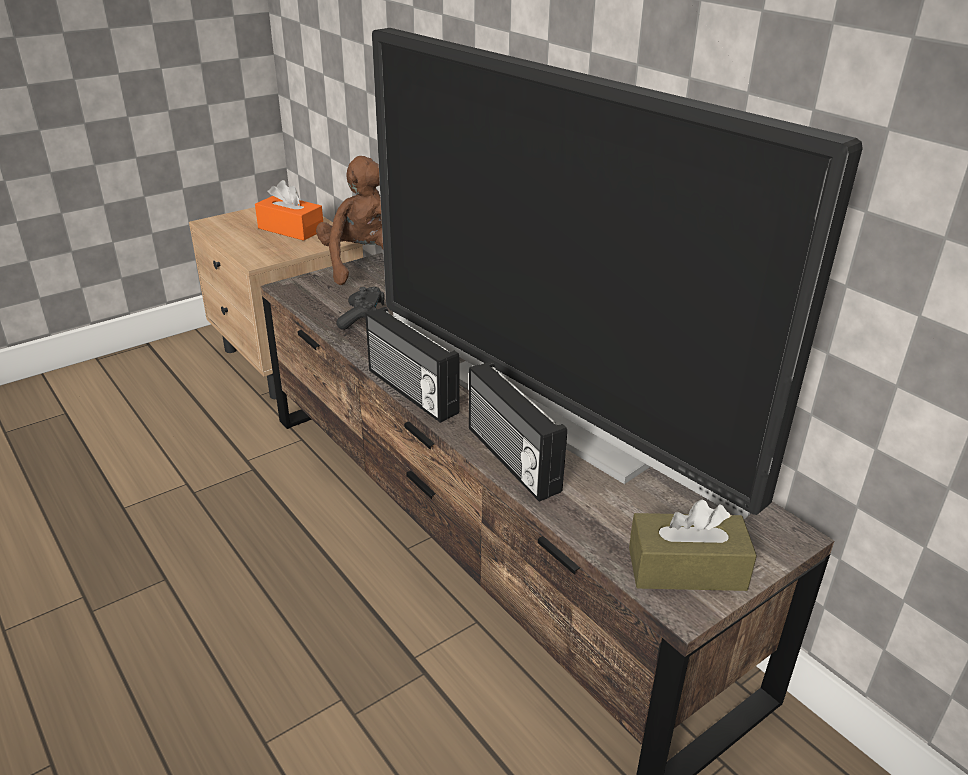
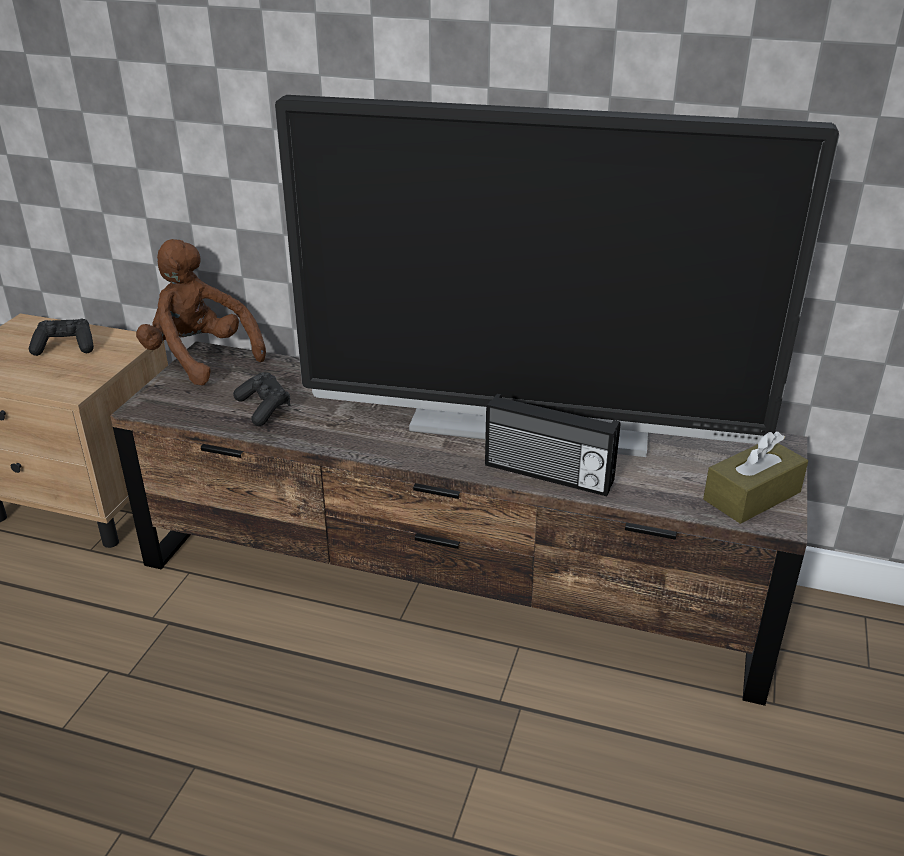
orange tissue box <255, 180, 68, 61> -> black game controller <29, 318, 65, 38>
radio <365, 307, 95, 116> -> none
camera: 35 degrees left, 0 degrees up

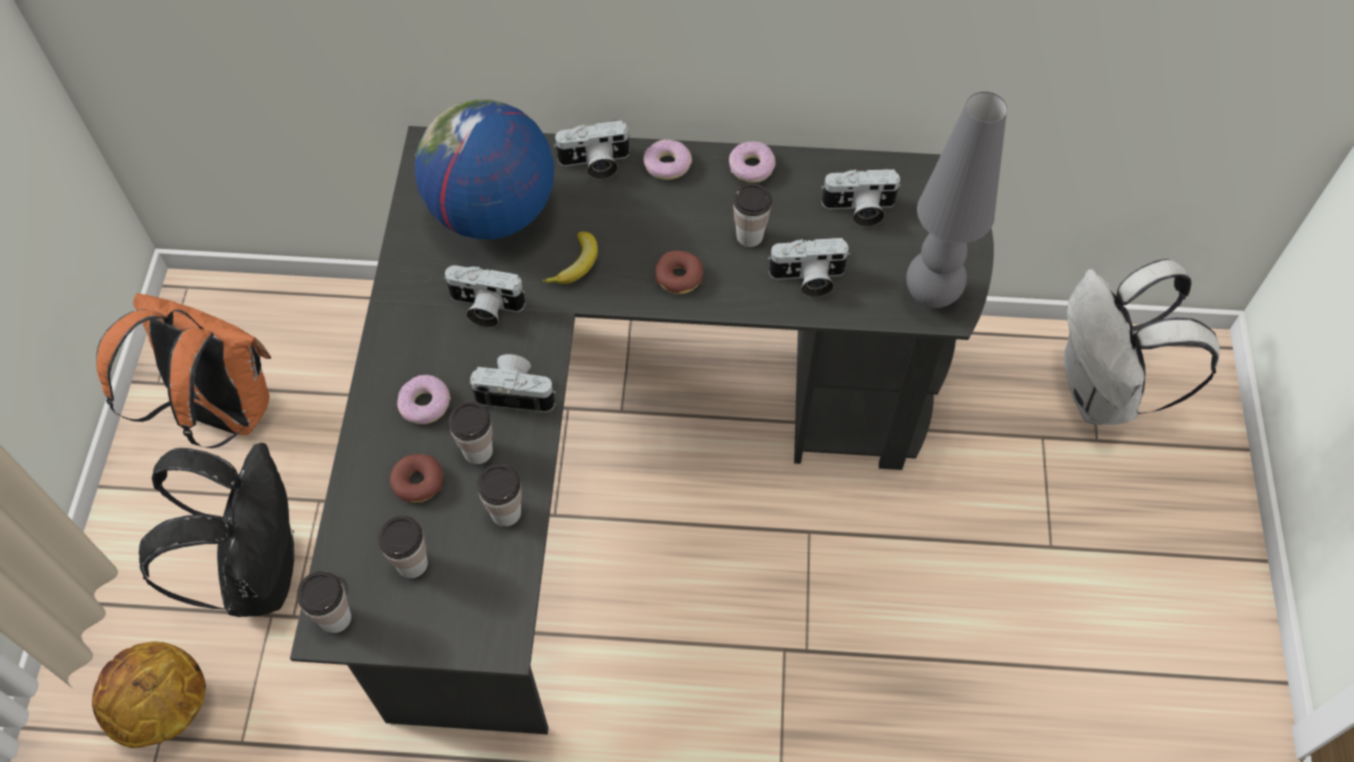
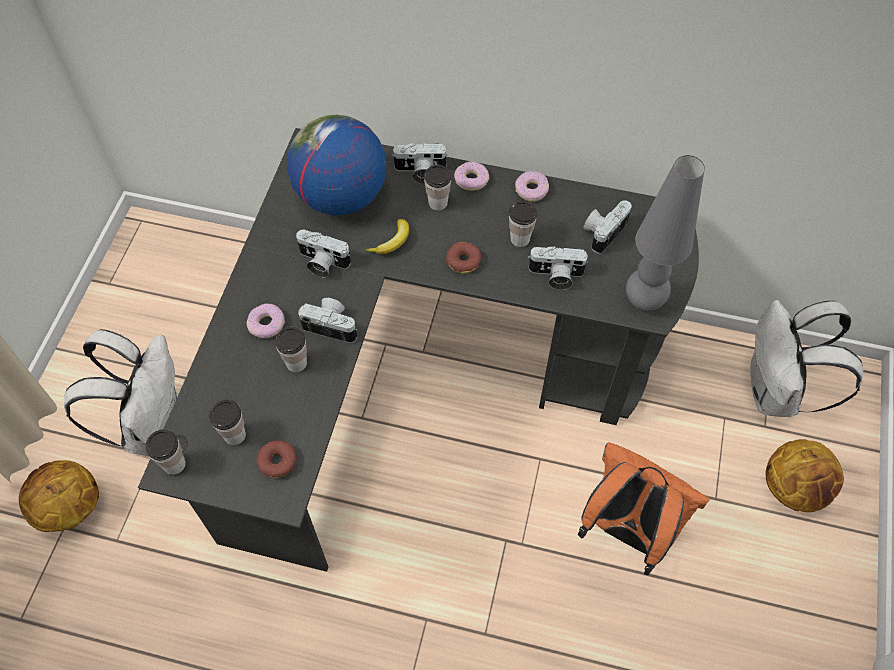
orange backpack <96, 293, 175, 155> -> orange backpack <578, 442, 132, 133>, move
black backpack <139, 443, 156, 174> -> white backpack <64, 329, 113, 126>
donut <390, 454, 54, 49> -> donut <257, 440, 40, 38>, move
cup <477, 464, 45, 63> -> cup <424, 165, 27, 46>, move
photo camera <821, 168, 80, 59> -> photo camera <583, 200, 49, 54>, 120 degrees clockwise
none -> basketball <766, 439, 78, 73>
camera: 10 degrees right, 0 degrees up

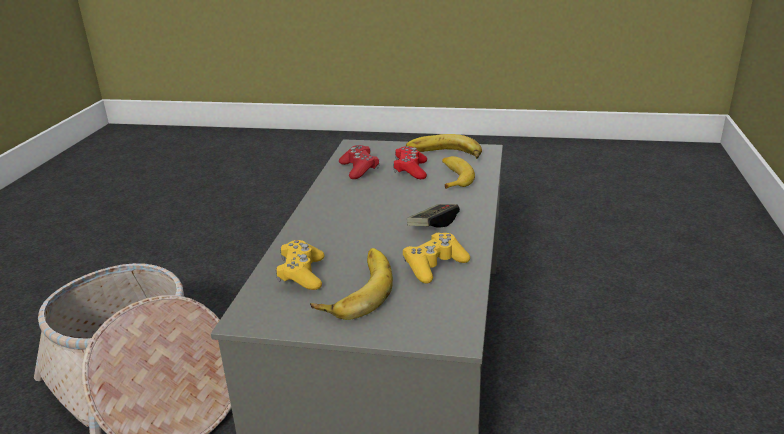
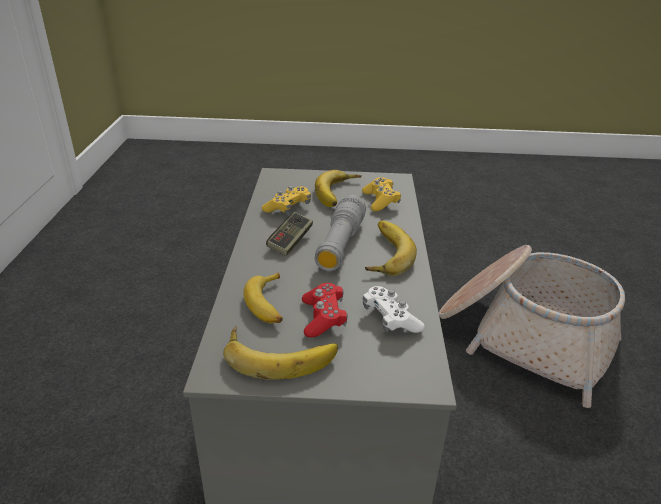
red game controller <339, 145, 40, 34> -> white game controller <363, 286, 62, 47>
none -> grey flashlight <315, 195, 51, 76>
none -> banana <365, 221, 52, 55>
camera: 170 degrees right, 5 degrees up

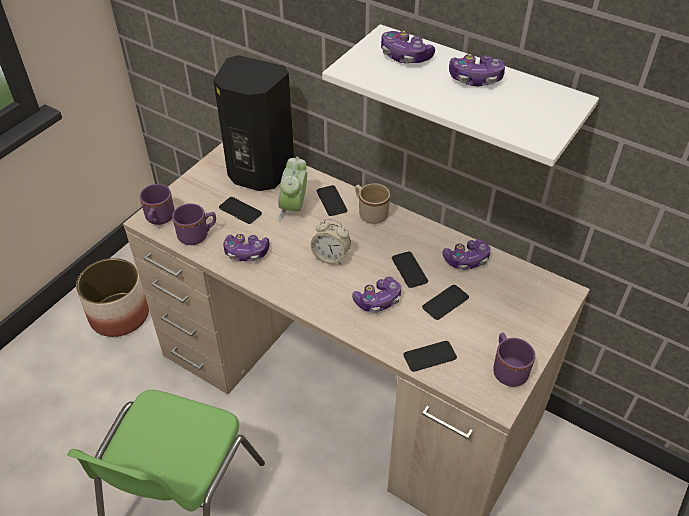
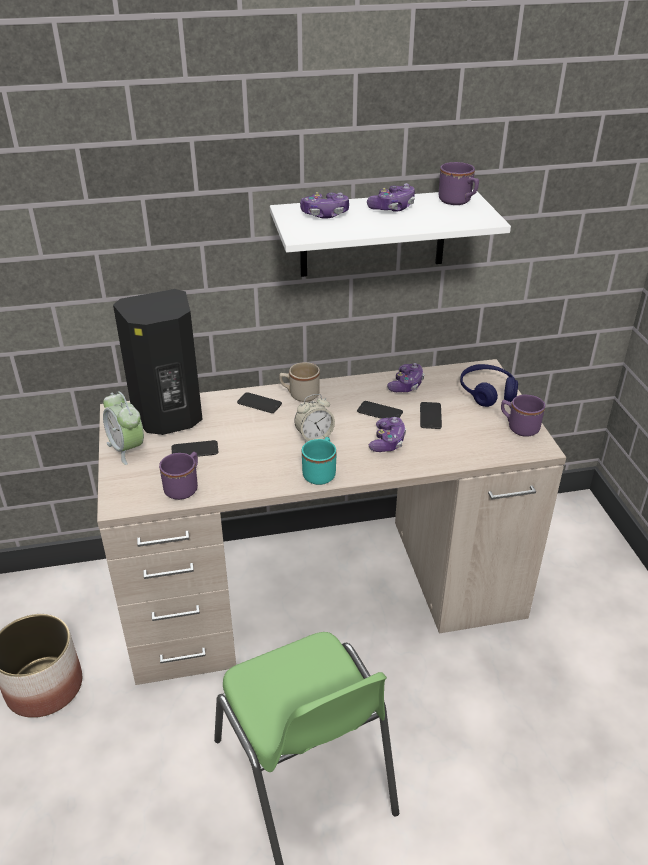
purple mug <140, 184, 35, 41> -> purple mug <439, 162, 40, 43>, move
game controller <223, 234, 47, 28> -> none
alarm clock <278, 157, 29, 65> -> alarm clock <103, 391, 41, 74>, move
phone <403, 341, 54, 31> -> none
none -> turquoise mug <302, 437, 34, 48>
none -> blue headphones <460, 364, 58, 43>
camera: 45 degrees left, 10 degrees down

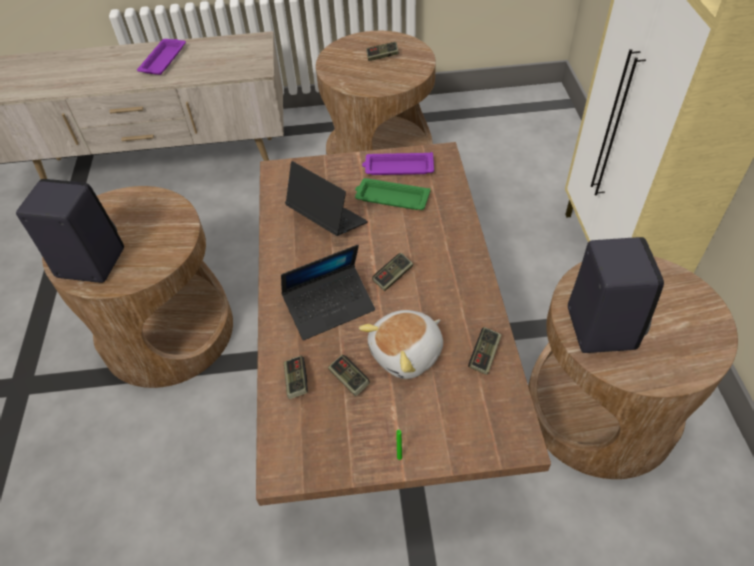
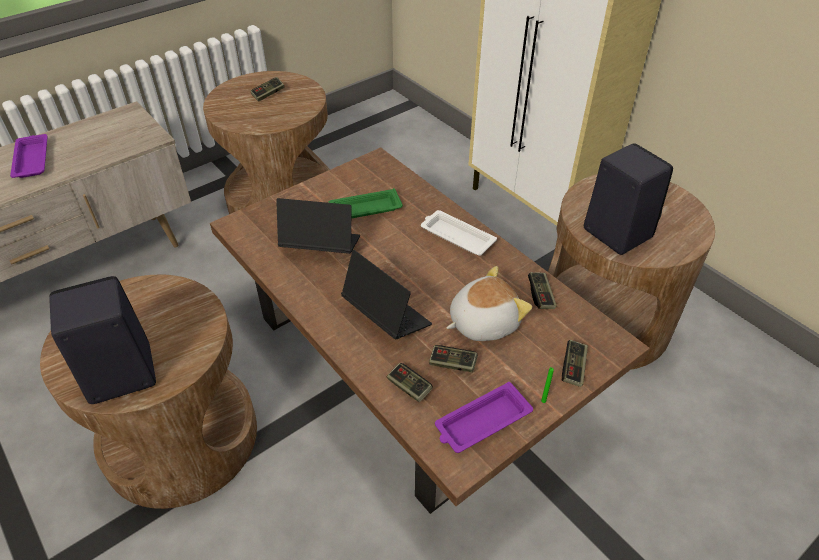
laptop <281, 245, 94, 95> -> laptop <341, 250, 91, 89>, 75 degrees counterclockwise
plush toy <359, 310, 84, 69> -> plush toy <446, 266, 86, 75>, 135 degrees counterclockwise
purple tray <362, 152, 72, 23> -> purple tray <435, 382, 98, 71>, move
game controller <372, 253, 41, 38> -> game controller <562, 340, 26, 47>, move
none -> white tray <421, 210, 76, 46>
camera: 35 degrees left, 5 degrees down

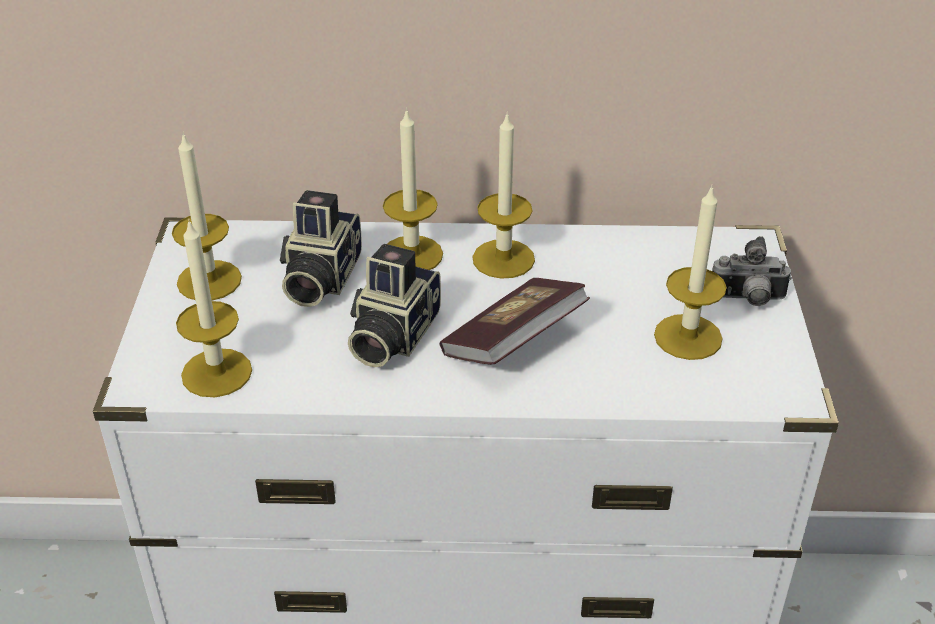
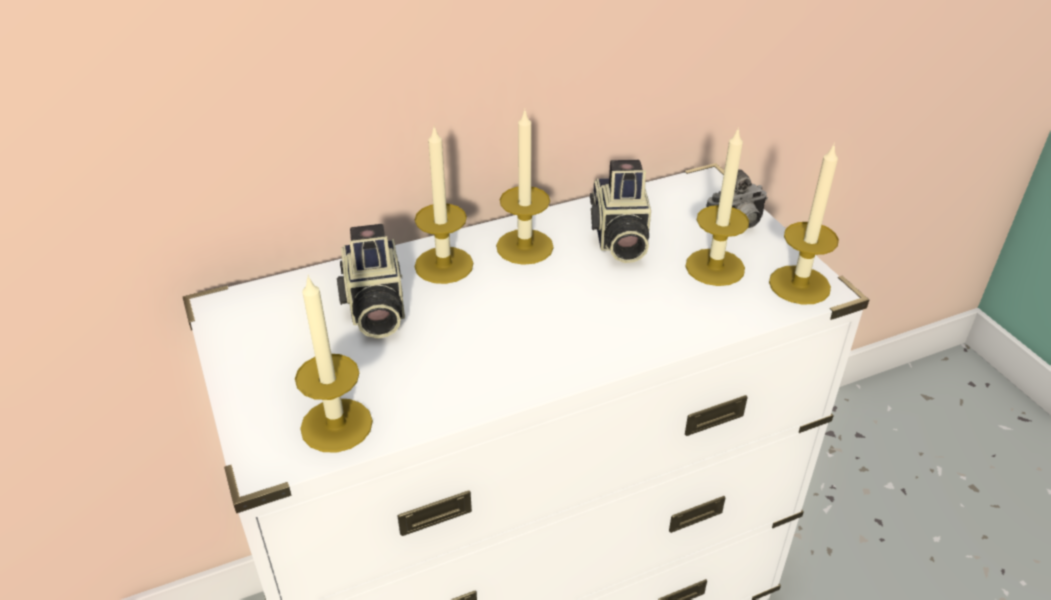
candle <172, 132, 70, 169> -> candle <769, 143, 70, 162>, move
photo camera <348, 244, 93, 123> -> photo camera <590, 160, 61, 103>, move
book <440, 278, 150, 87> -> none
camera: 25 degrees left, 0 degrees up

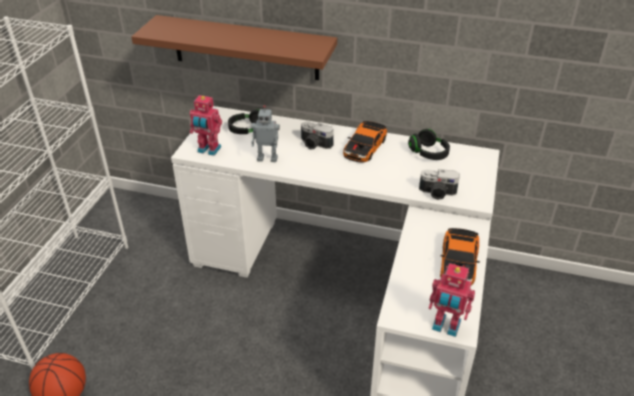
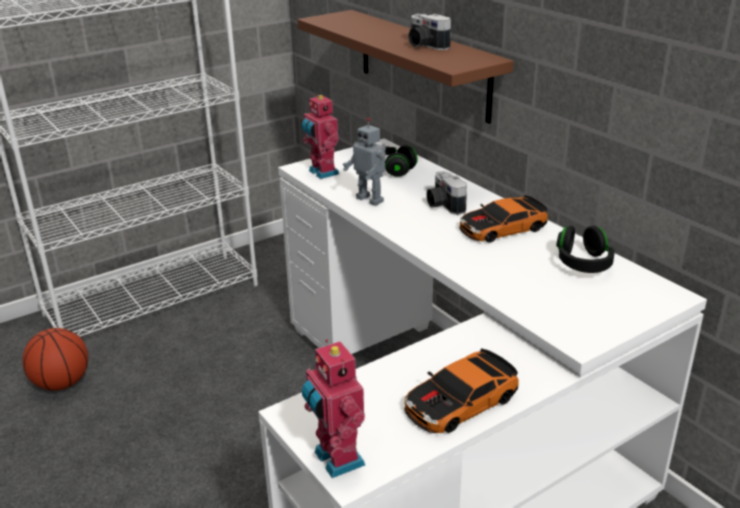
photo camera <419, 169, 41, 31> -> photo camera <408, 14, 43, 36>, move
camera: 40 degrees right, 10 degrees down

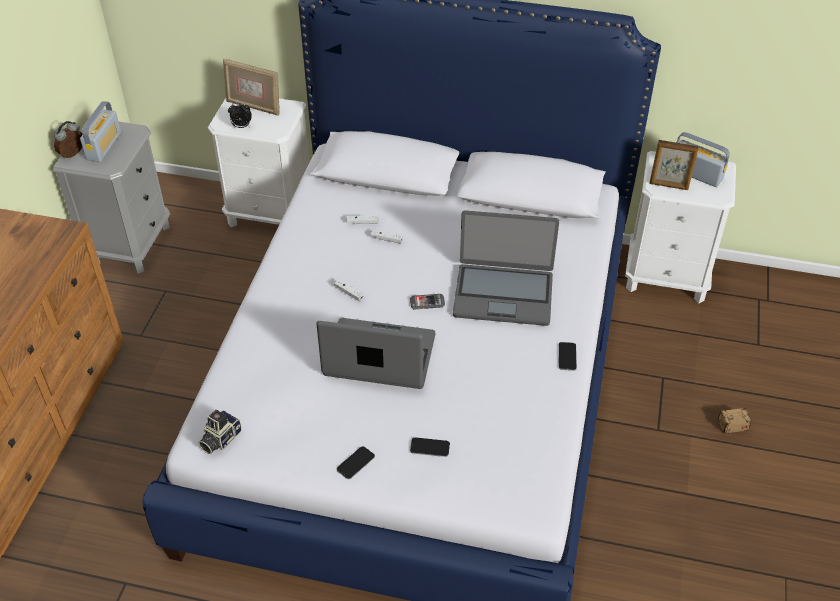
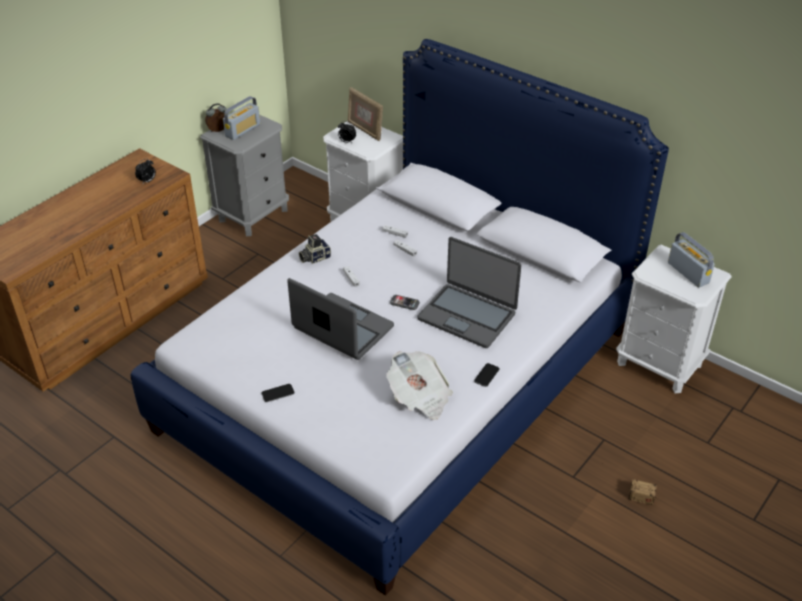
photo camera <199, 410, 43, 44> -> photo camera <299, 234, 32, 30>, move
phone <410, 438, 40, 19> -> none
picture frame <649, 140, 50, 50> -> none
none -> alarm clock <135, 158, 21, 25>
none -> newspaper <386, 351, 67, 69>
camera: 25 degrees right, 5 degrees down

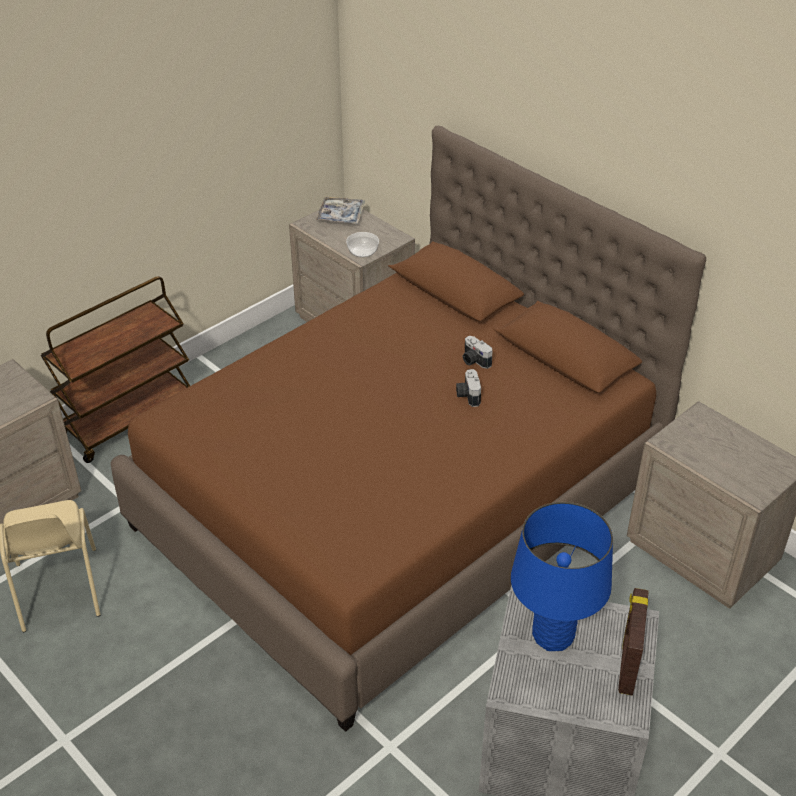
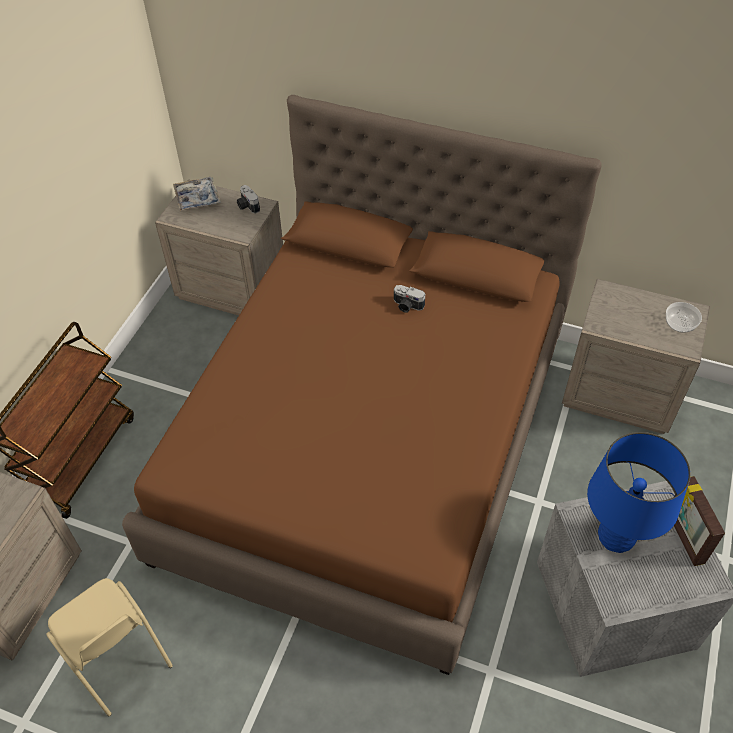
bowl <346, 232, 33, 25> -> bowl <666, 302, 36, 31>, move
photo camera <456, 369, 25, 38> -> photo camera <237, 185, 23, 29>, move
camera: 25 degrees left, 10 degrees up

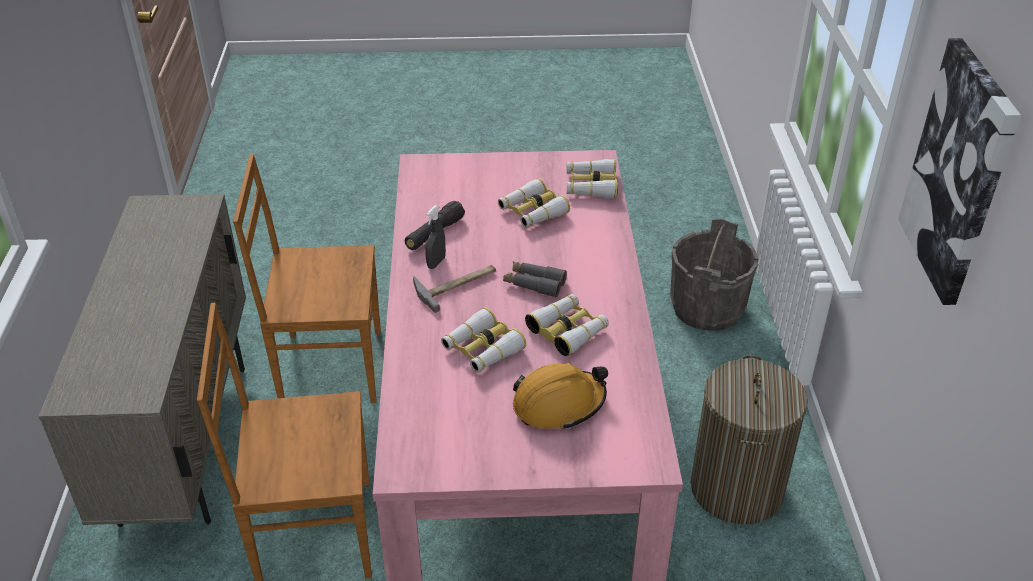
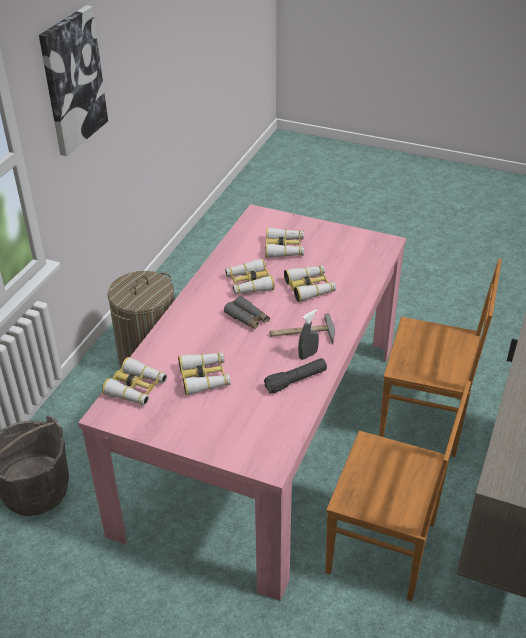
orange hard hat <513, 363, 95, 66> -> binoculars <265, 228, 39, 30>
camera: 155 degrees left, 0 degrees up

